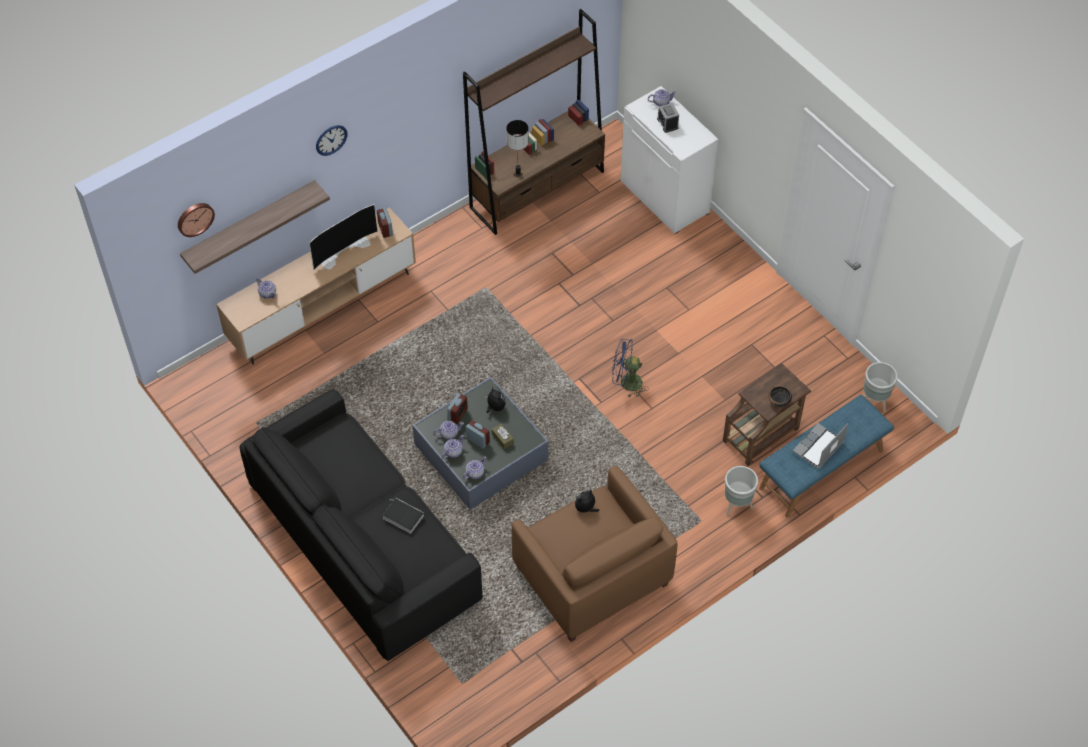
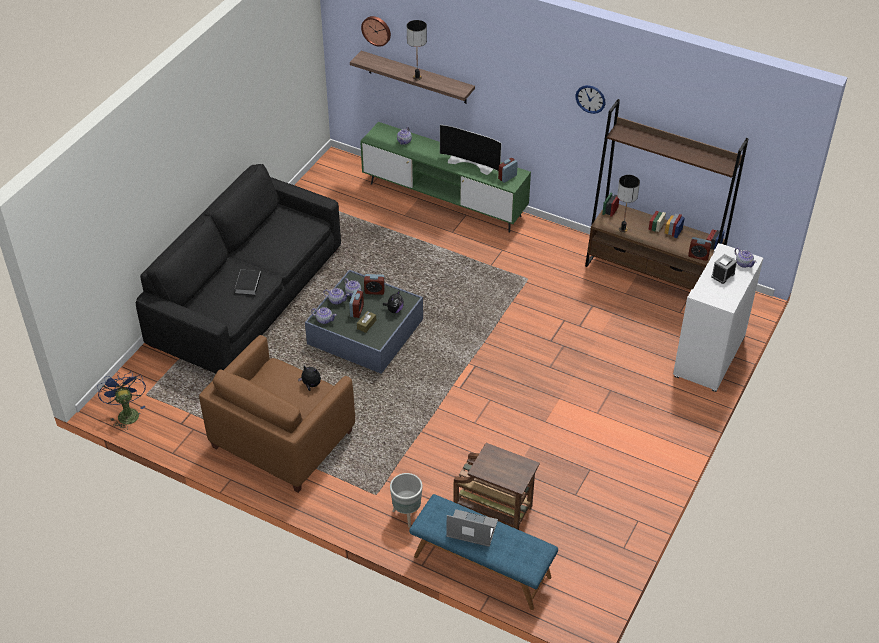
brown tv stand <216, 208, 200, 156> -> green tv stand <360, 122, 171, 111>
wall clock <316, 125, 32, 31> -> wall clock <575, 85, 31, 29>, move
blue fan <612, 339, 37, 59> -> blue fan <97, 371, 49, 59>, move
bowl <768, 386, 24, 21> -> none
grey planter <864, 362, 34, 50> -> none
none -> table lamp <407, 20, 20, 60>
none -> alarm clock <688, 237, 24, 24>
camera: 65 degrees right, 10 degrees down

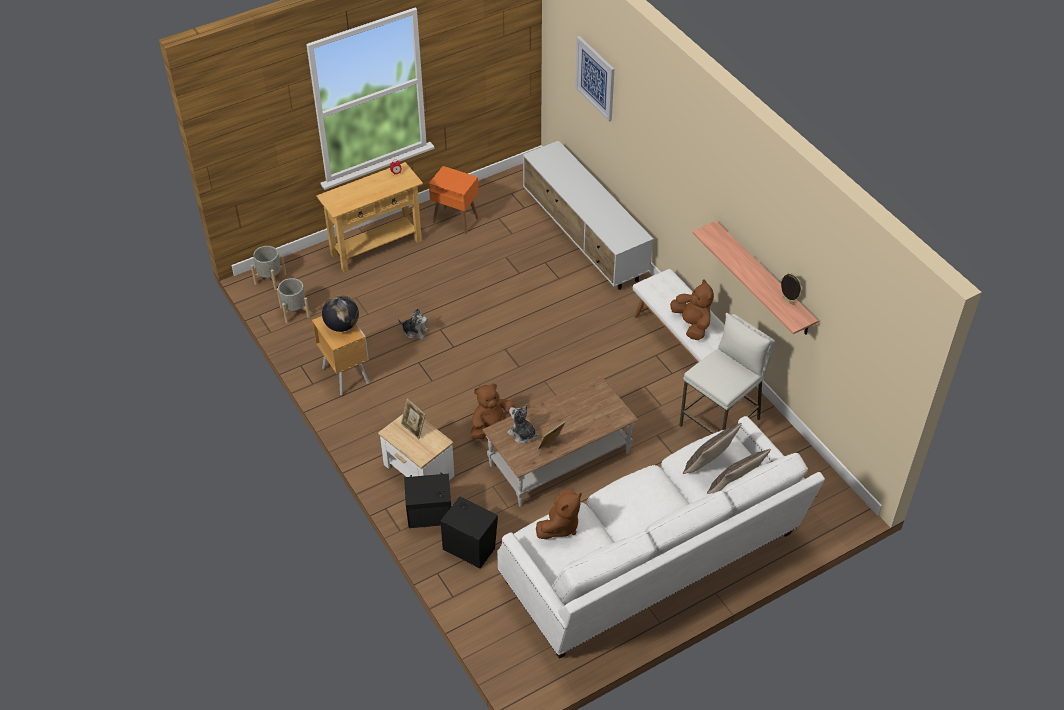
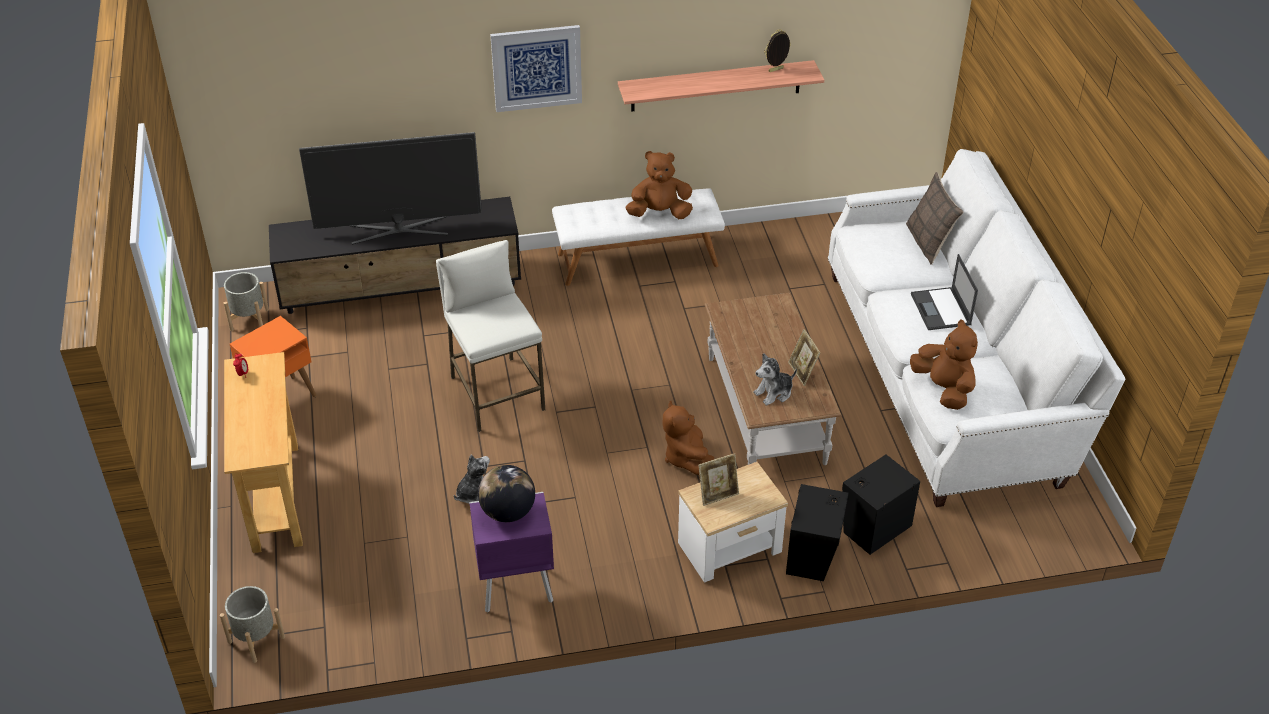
grey planter <277, 278, 33, 46> -> grey planter <223, 272, 46, 59>, move
brown nightstand <312, 316, 57, 79> -> purple nightstand <469, 492, 85, 121>
white tv stand <523, 141, 130, 149> -> black tv stand <269, 197, 252, 117>
picture <575, 36, 39, 86> -> picture <490, 25, 92, 87>, move
white stool <679, 313, 96, 121> -> white stool <436, 240, 109, 192>, move
pillow <683, 423, 59, 51> -> none
none -> television <299, 132, 183, 113>
none -> laptop <911, 254, 67, 76>
camera: 70 degrees left, 5 degrees down

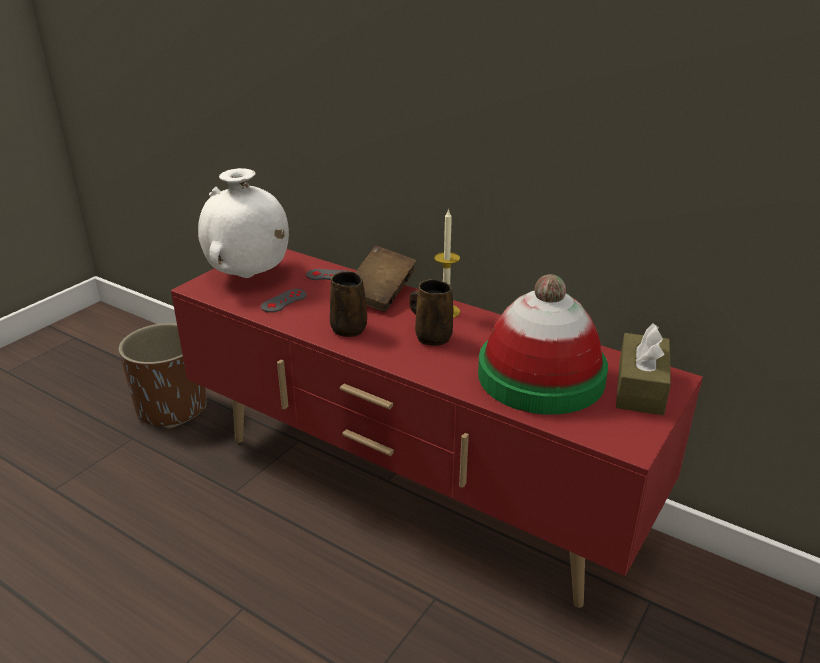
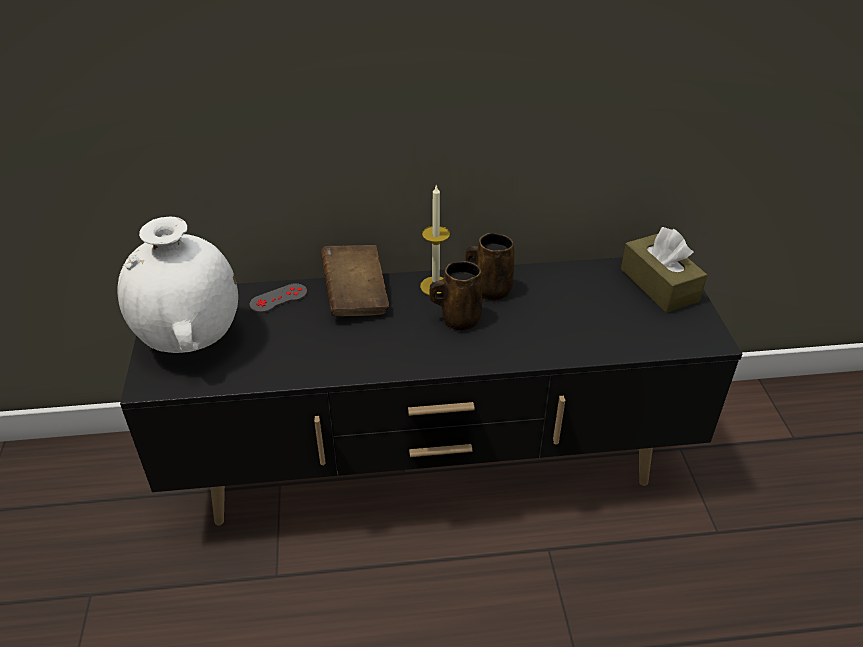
brown planter <119, 323, 88, 105> -> none
red tv stand <171, 249, 532, 359> -> black tv stand <120, 257, 622, 268>
grey game controller <261, 289, 46, 24> -> none
brown mug <330, 271, 37, 66> -> brown mug <465, 233, 49, 67>, move
hat <478, 274, 130, 141> -> none
camera: 40 degrees left, 10 degrees up

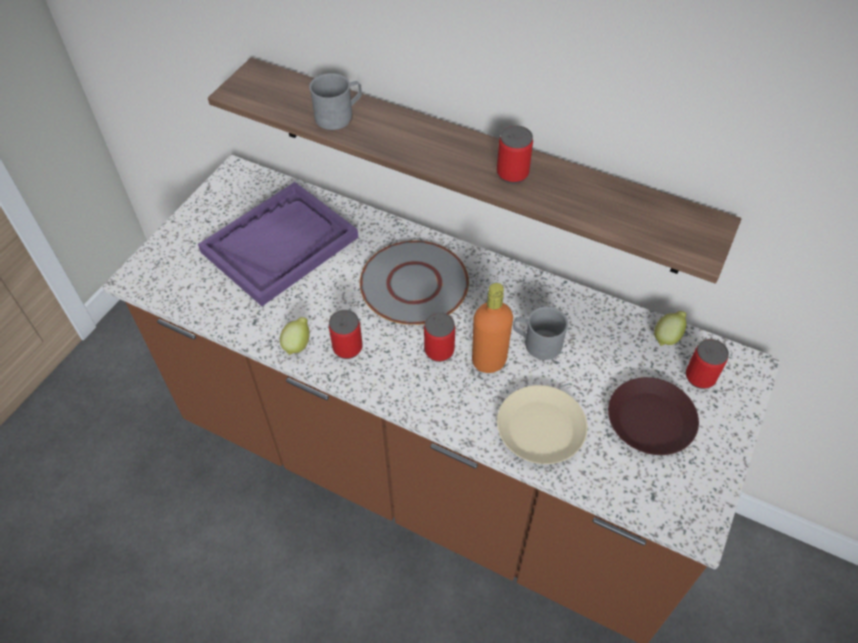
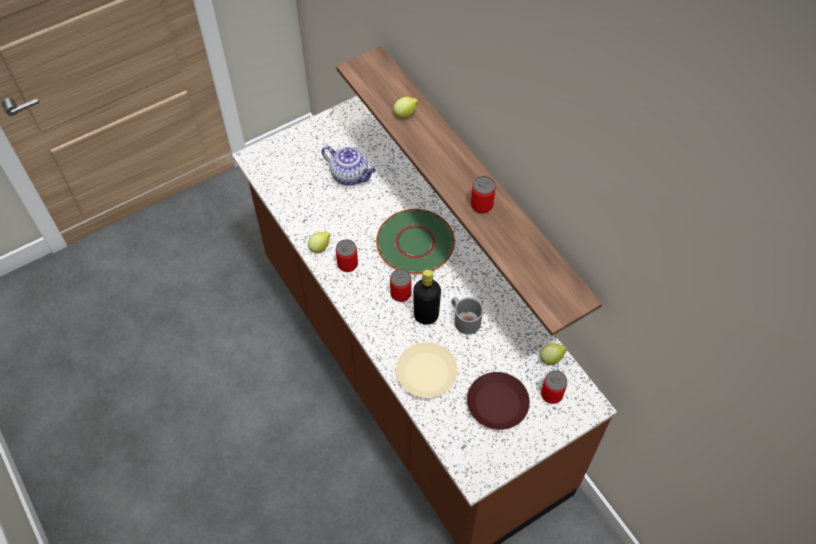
purple tray <198, 182, 160, 124> -> teapot <322, 146, 54, 40>
grey mug <309, 73, 53, 57> -> lemon <394, 97, 25, 22>
grey plate <360, 241, 109, 84> -> green plate <376, 209, 79, 65>
orange bottle <472, 283, 41, 90> -> black bottle <413, 269, 28, 56>
camera: 30 degrees right, 5 degrees up

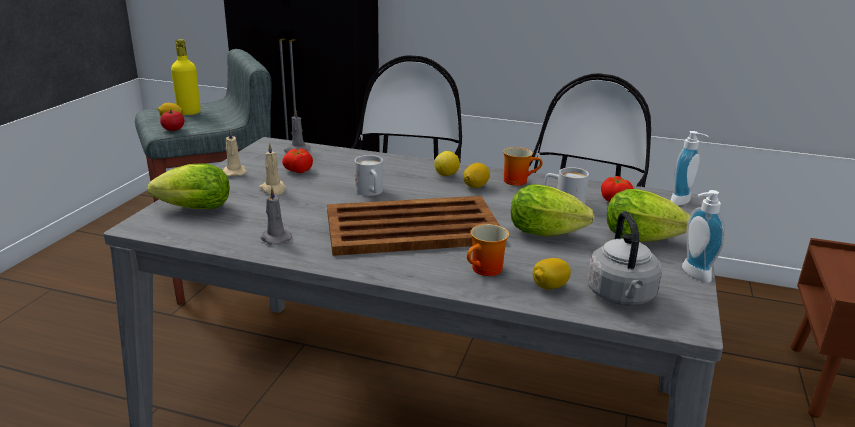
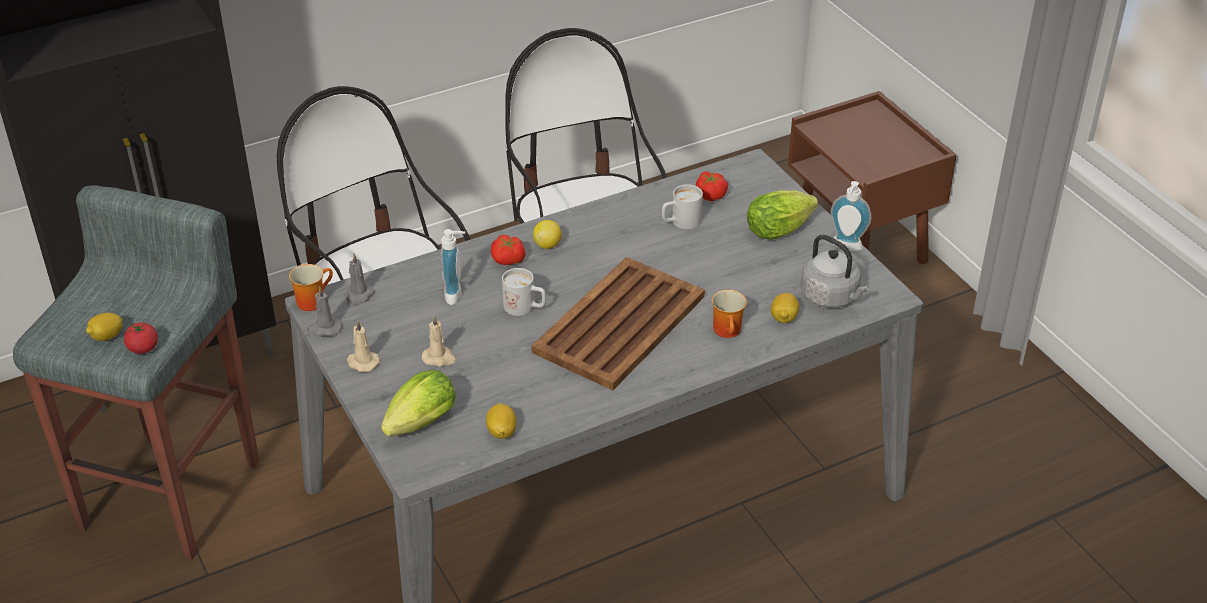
yellow bottle <171, 39, 29, 76> -> none
grey candle <260, 187, 32, 58> -> grey candle <307, 286, 35, 51>, move
tomato <282, 148, 31, 25> -> tomato <491, 235, 34, 30>, move
lemon <463, 163, 27, 25> -> lemon <486, 403, 30, 36>, move
mug <503, 147, 40, 39> -> mug <289, 264, 44, 47>, move
lettuce <511, 184, 84, 53> -> none
soap dispenser <671, 131, 38, 75> -> soap dispenser <441, 229, 24, 76>, move
camera: 45 degrees left, 15 degrees up

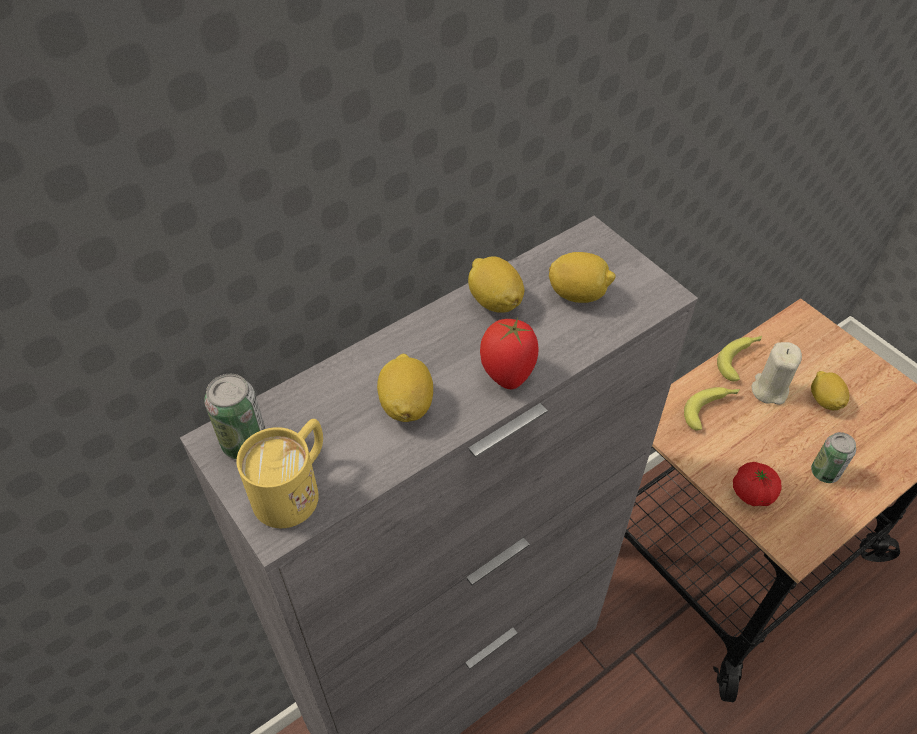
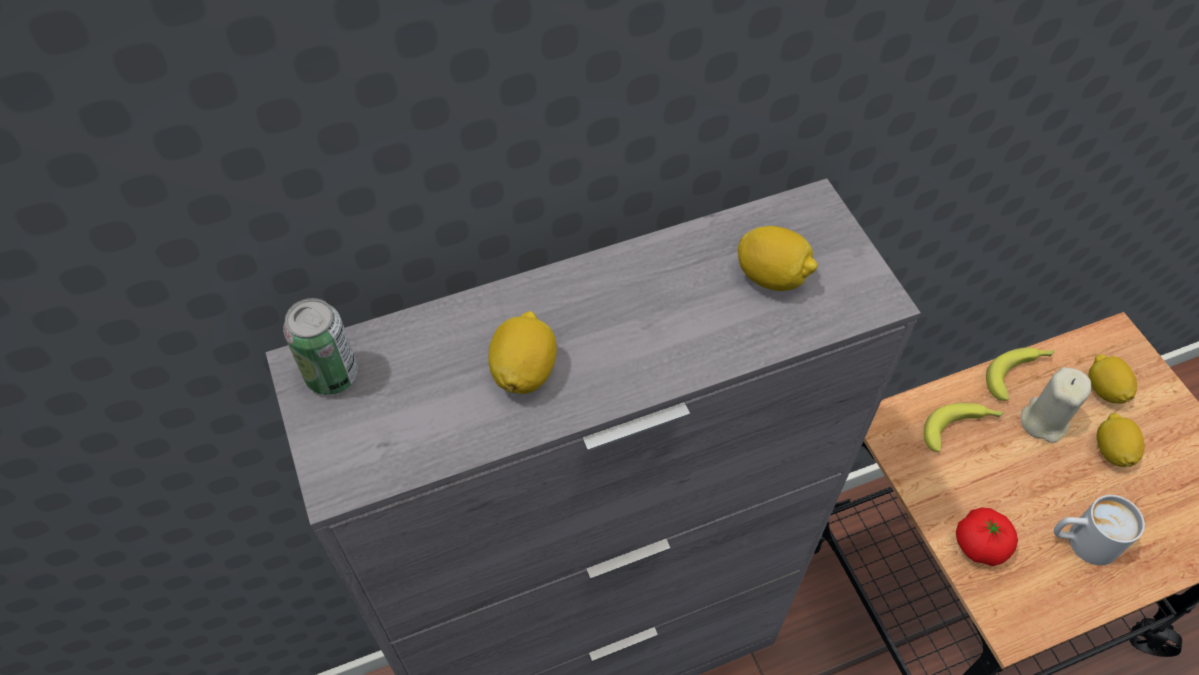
yellow mug <237, 419, 86, 109> -> none
lemon <468, 257, 56, 56> -> lemon <1088, 354, 49, 50>, move
tomato <480, 318, 58, 71> -> none
can <811, 432, 45, 51> -> white mug <1054, 495, 91, 70>
camera: 15 degrees right, 5 degrees up

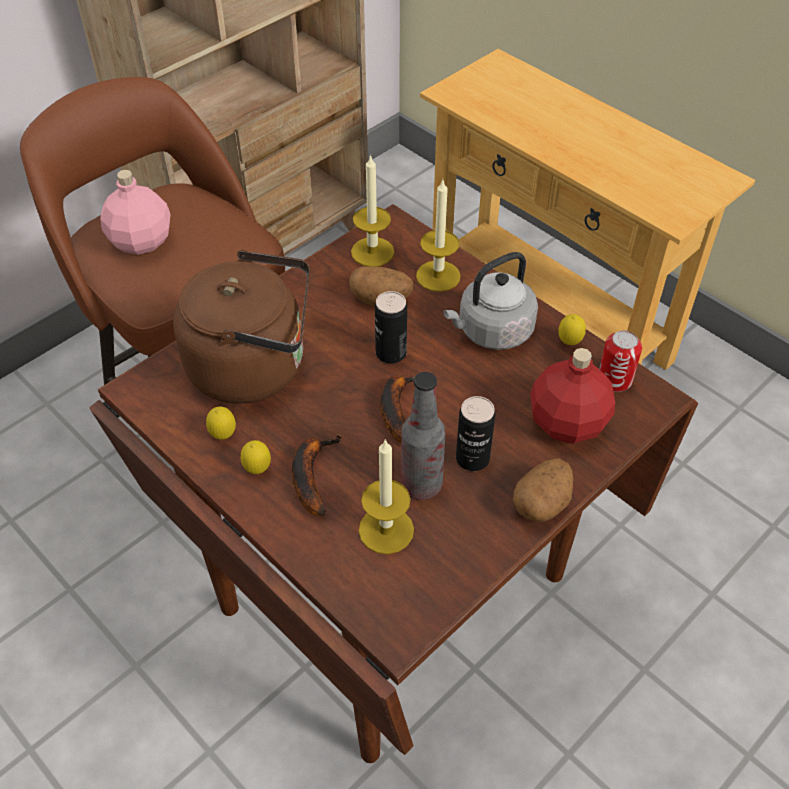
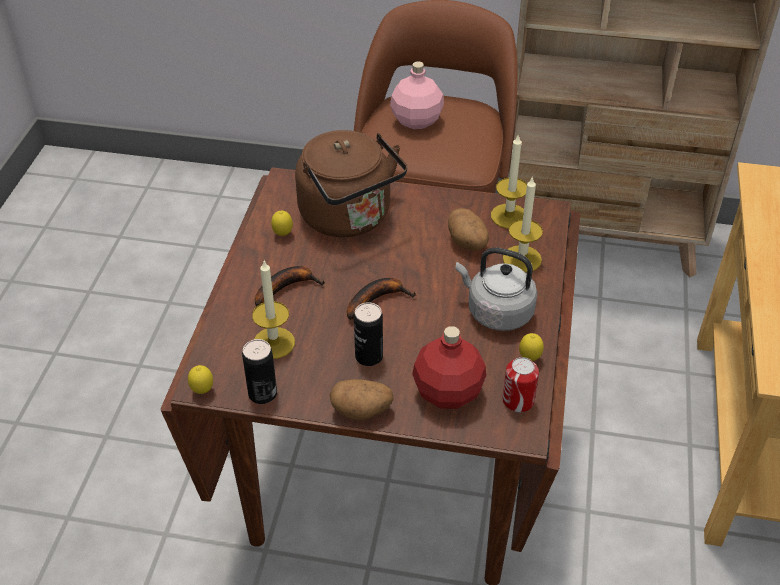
lemon <241, 440, 30, 34> -> lemon <188, 365, 25, 29>, move
can <375, 291, 32, 72> -> can <242, 339, 35, 65>, move
bottle <401, 372, 45, 128> -> none
camera: 55 degrees right, 5 degrees down

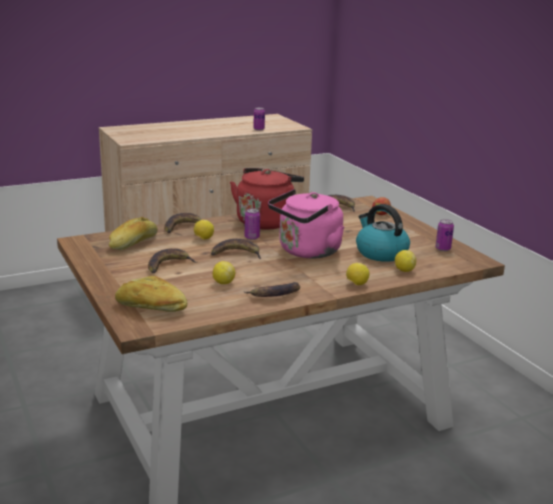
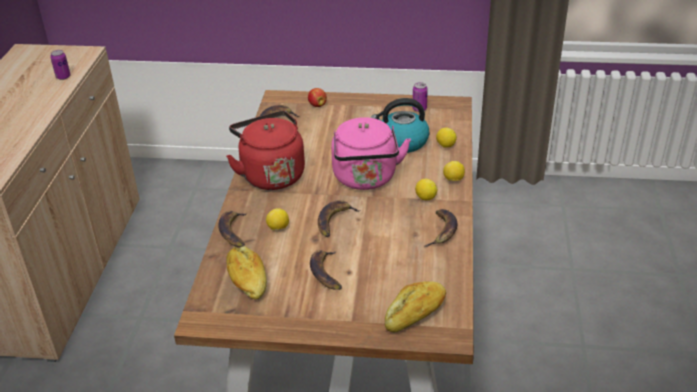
lemon <213, 261, 22, 23> -> lemon <415, 179, 22, 21>, move
can <245, 209, 15, 31> -> none
camera: 55 degrees left, 15 degrees up

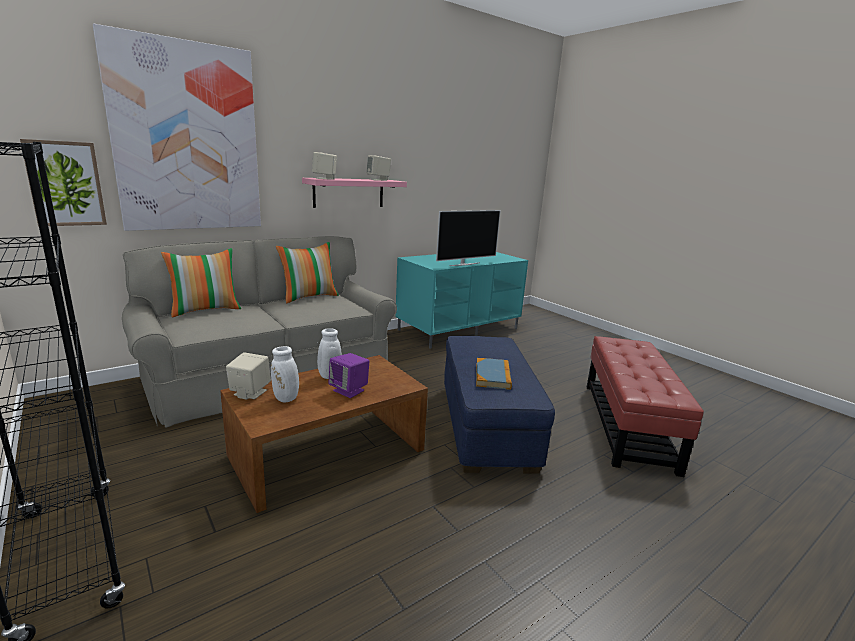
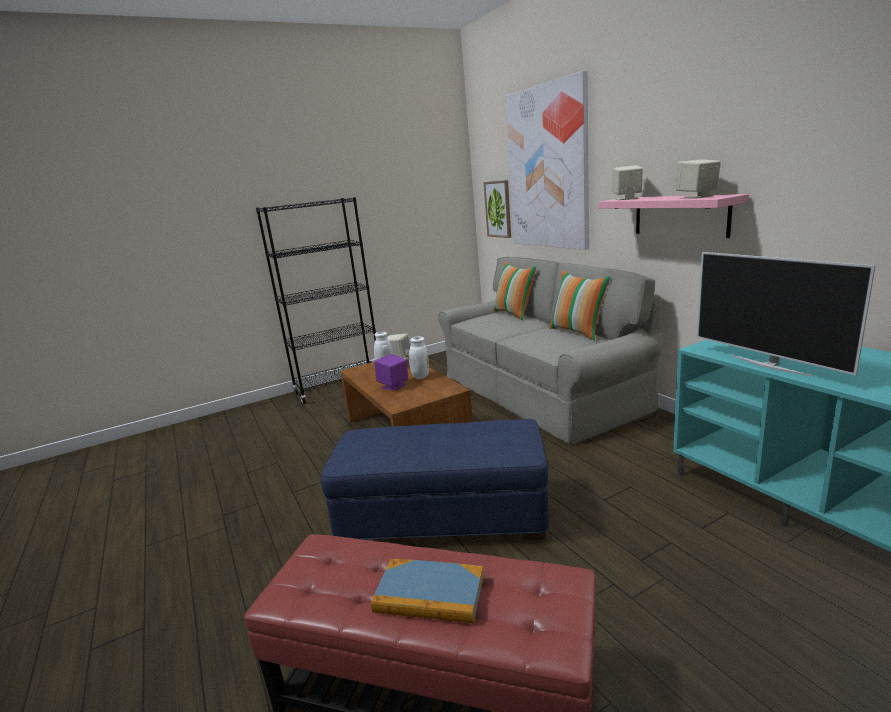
book <476, 358, 36, 32> -> book <371, 558, 113, 65>, move
camera: 100 degrees right, 0 degrees up

